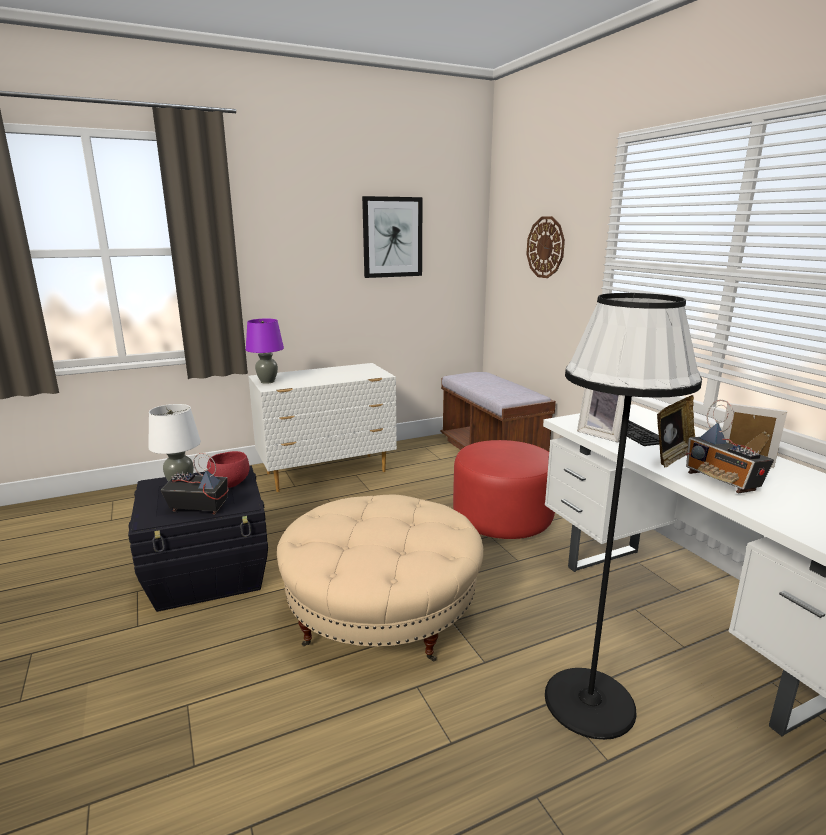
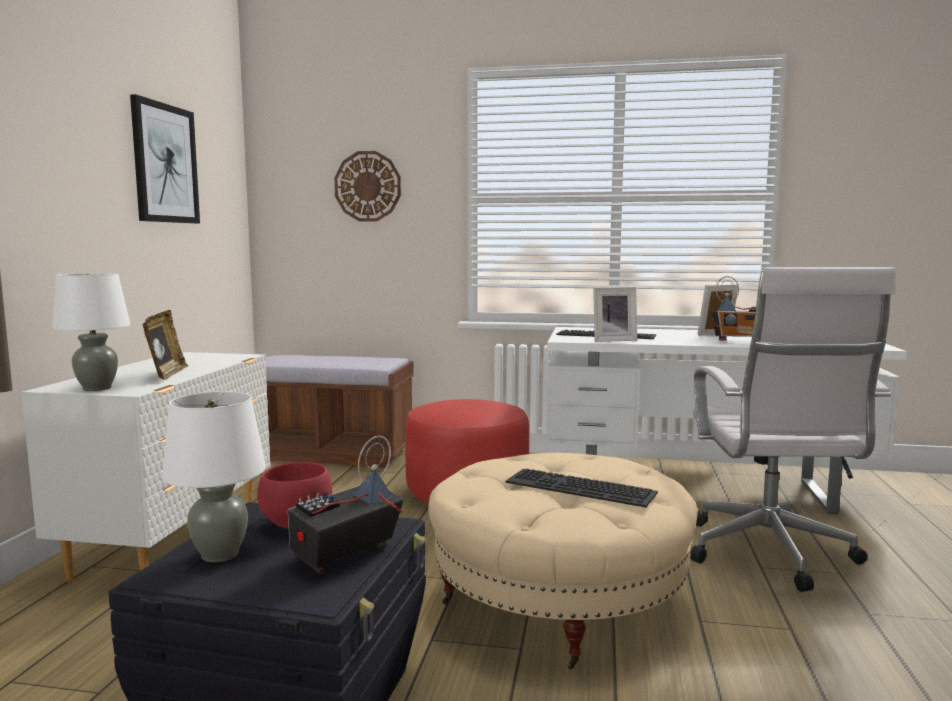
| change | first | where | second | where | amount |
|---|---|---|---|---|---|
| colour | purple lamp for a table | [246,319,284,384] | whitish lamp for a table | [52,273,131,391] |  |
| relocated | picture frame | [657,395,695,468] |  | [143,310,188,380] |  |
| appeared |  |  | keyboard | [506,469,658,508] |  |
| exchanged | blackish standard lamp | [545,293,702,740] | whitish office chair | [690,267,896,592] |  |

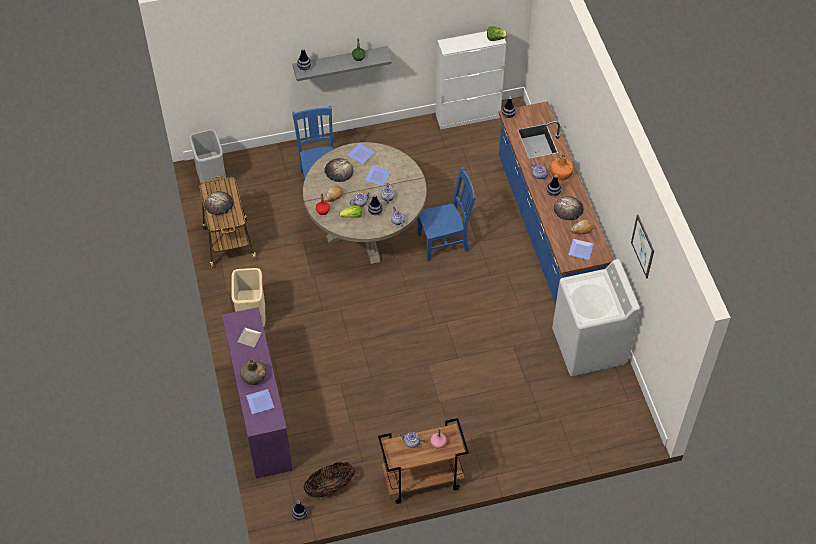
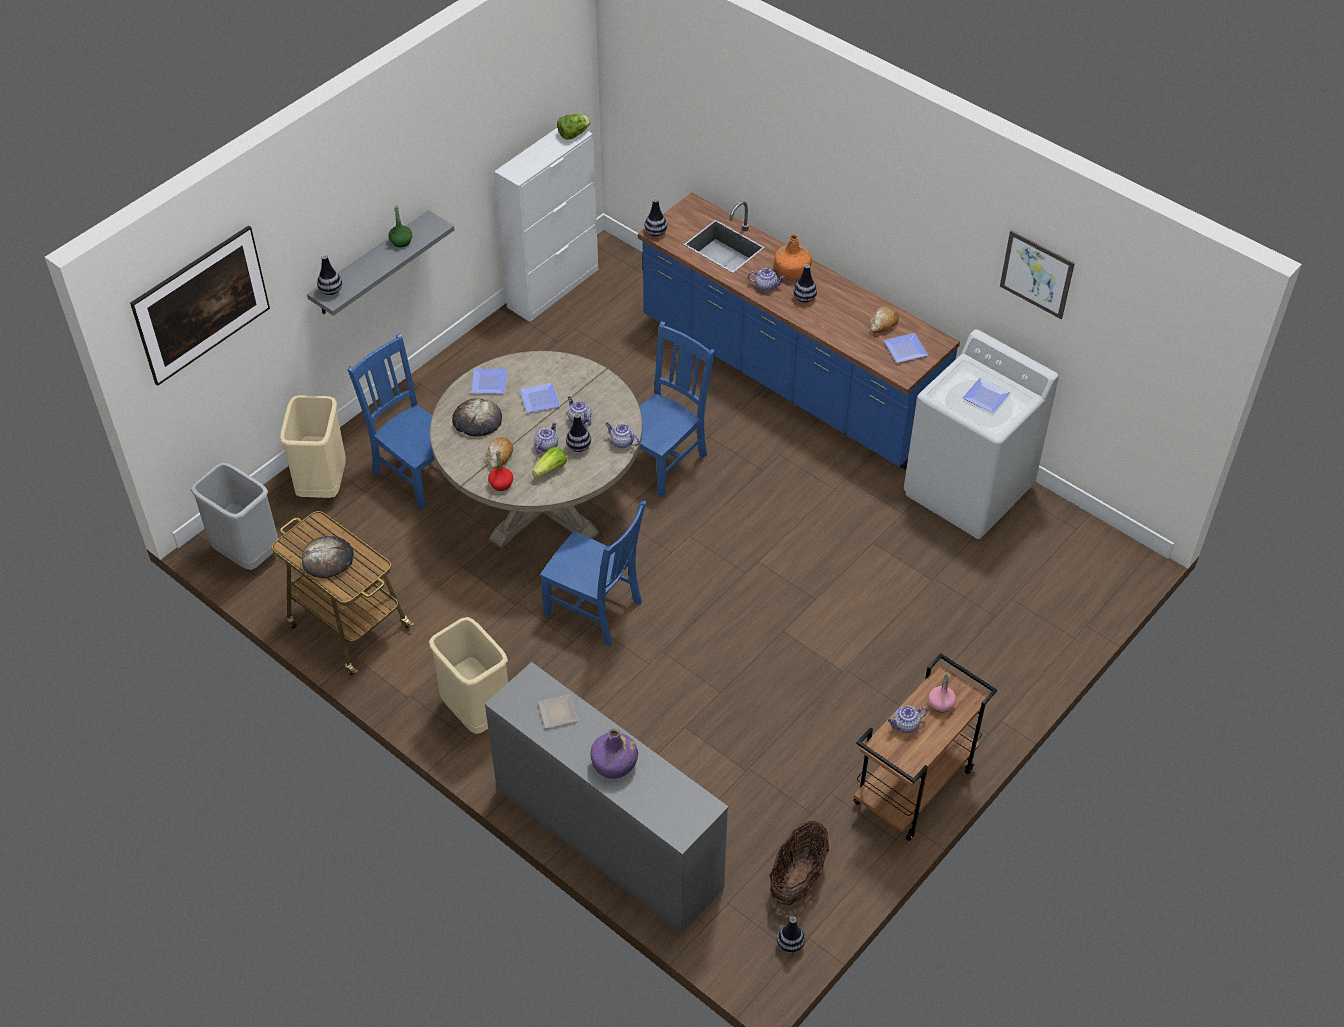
| change | first | where | second | where | amount |
|---|---|---|---|---|---|
| appeared |  |  | wall art | [130,225,270,386] |  |
| appeared |  |  | beige rubbish bin | [280,395,346,498] |  |
| colour | purple dresser | [222,307,293,479] | greyish dresser | [485,662,729,934] |  |
| appeared |  |  | blue upright chair | [540,501,646,646] |  |
| colour | green-coloured beverage bottle | [240,359,266,385] | purple beverage bottle | [590,729,638,779] |  |
| relocated | plate | [246,389,274,414] |  | [963,378,1010,413] |  |
| missing | bread | [554,196,584,220] |  |  |  |

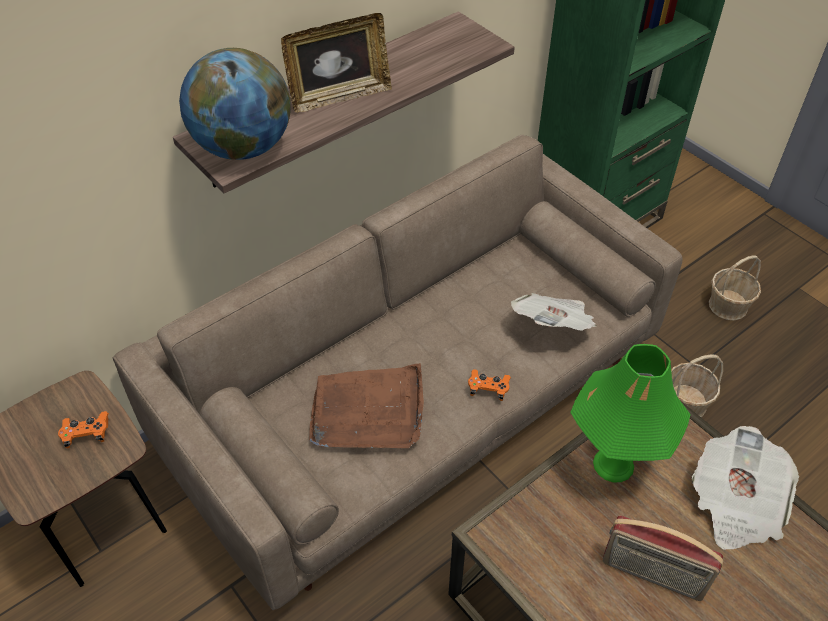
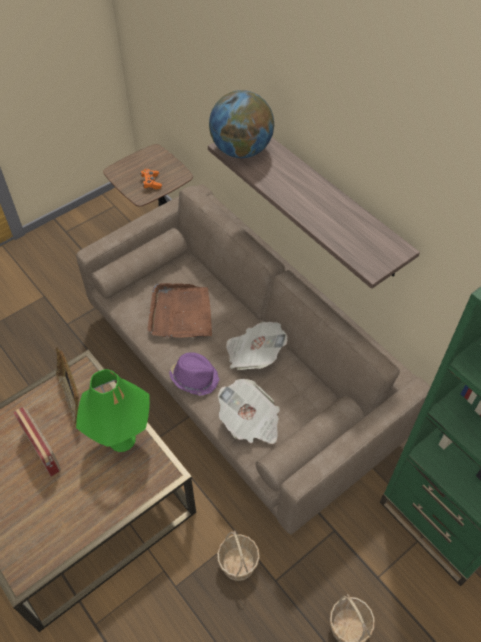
| change | first | where | second | where | amount |
|---|---|---|---|---|---|
| spun | radio set | [603,516,723,601] |  | [13,407,61,476] | 120 degrees clockwise |
| relocated | picture frame | [281,13,392,113] |  | [56,348,79,427] |  |
| exchanged | orangey gamepad | [468,369,511,401] | purple hat | [169,352,220,396] |  |
| relocated | daily paper | [692,426,799,550] |  | [226,322,287,370] |  |

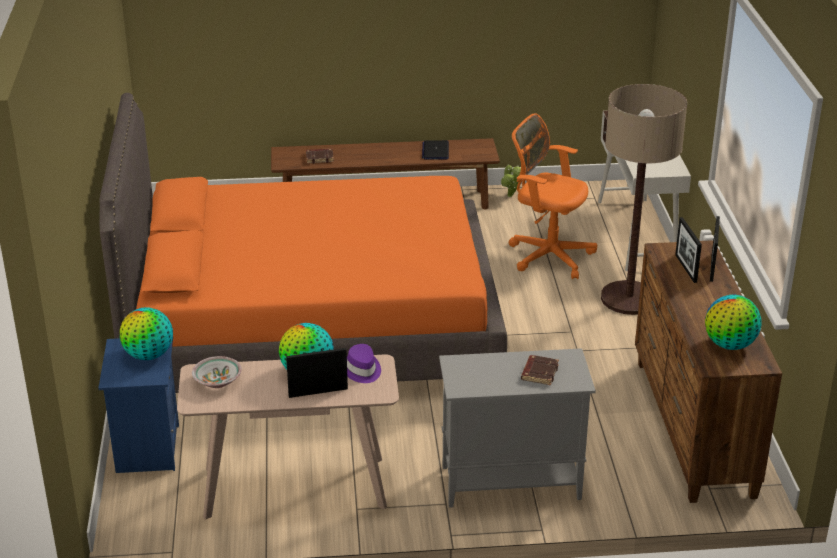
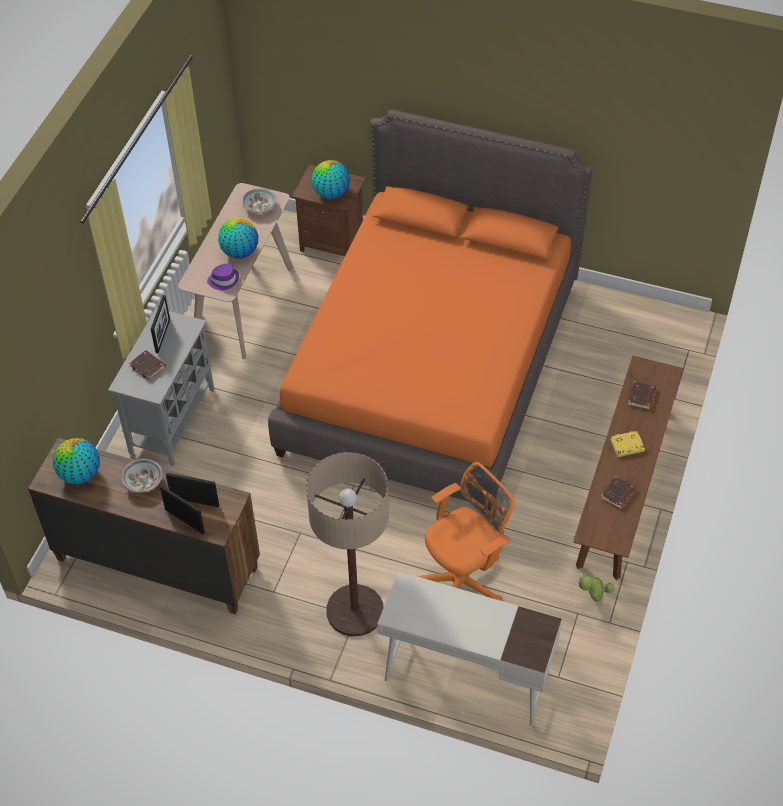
| change | first | where | second | where | amount |
|---|---|---|---|---|---|
| appeared |  |  | bowl | [121,459,163,493] |  |
| relocated | picture frame | [286,348,348,398] |  | [151,295,170,353] |  |
| colour | blue night table | [98,338,179,473] | brownish night table | [292,165,366,256] |  |
| exchanged | notebook computer | [422,140,449,159] | brownish bound book | [601,476,636,509] |  |
| appeared |  |  | yellow-coloured bound book | [610,431,645,457] |  |

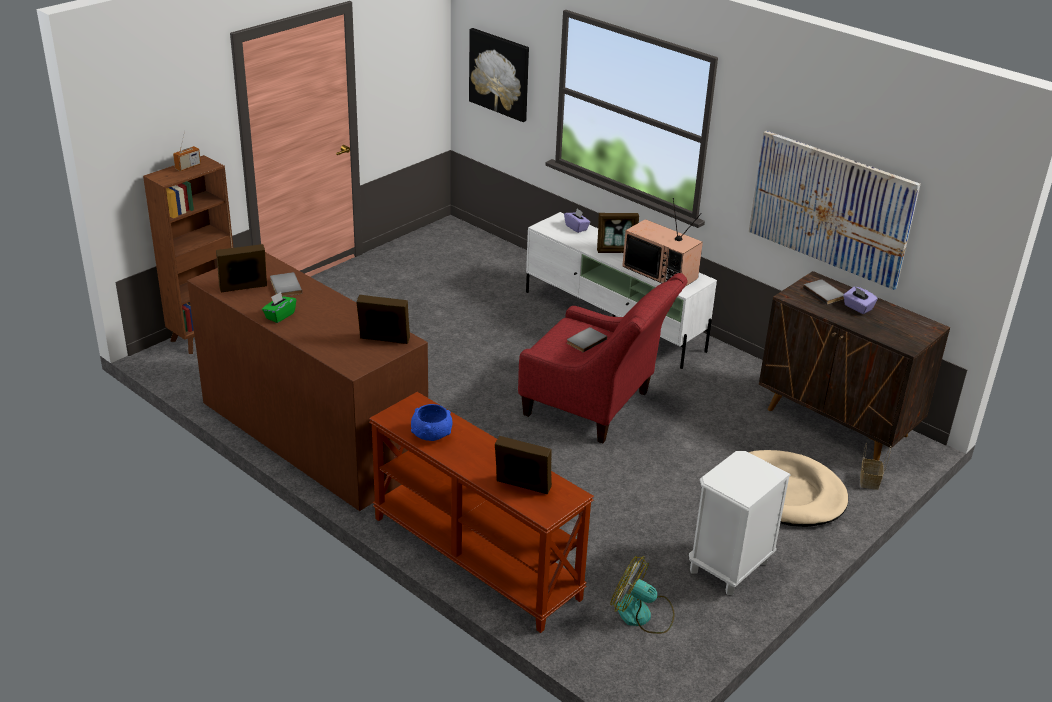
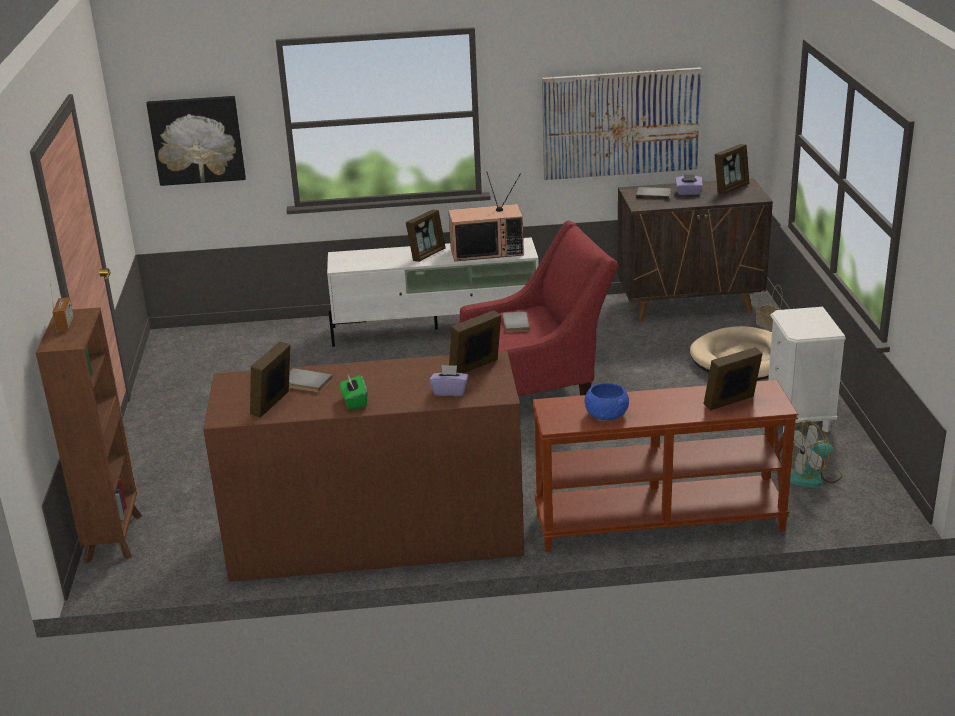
| change | first | where | second | where | amount |
|---|---|---|---|---|---|
| relocated | purple tissue holder | [564,208,590,233] |  | [429,365,469,396] |  |
| appeared |  |  | picture frame | [715,144,749,194] |  |

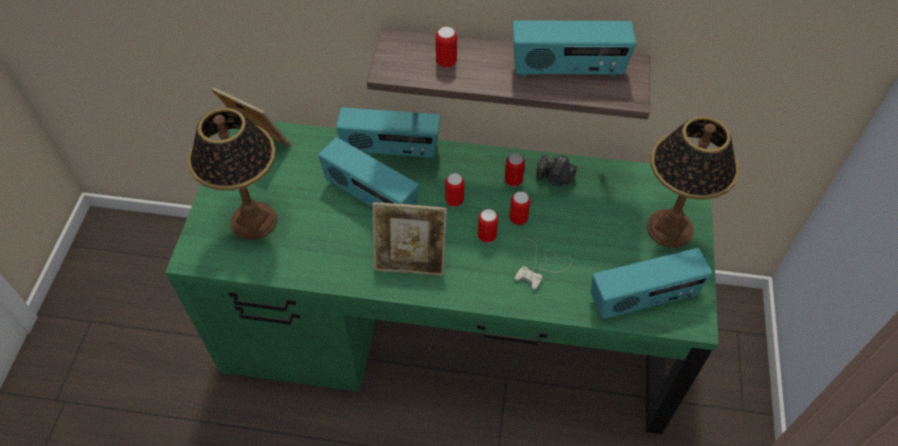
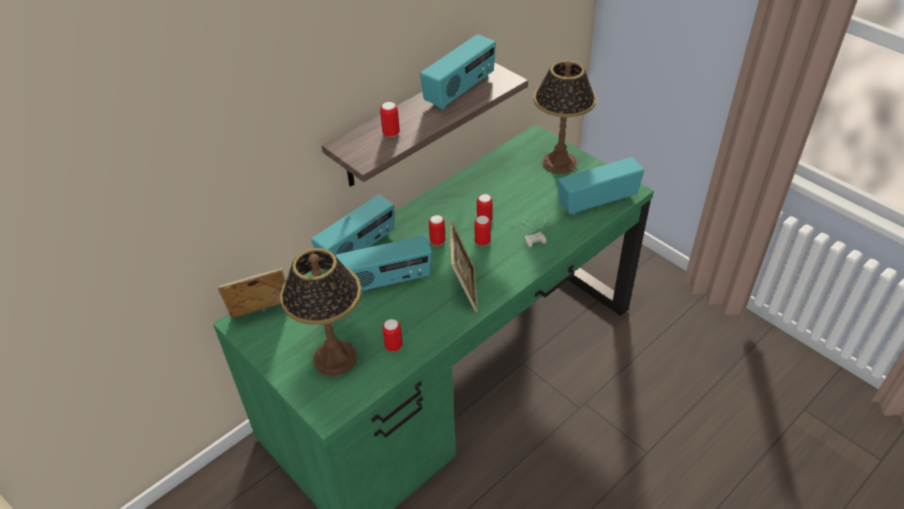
| change | first | where | second | where | amount |
|---|---|---|---|---|---|
| relocated | metal can | [505,153,525,187] |  | [382,319,403,352] |  |
| spun | picture frame | [373,202,447,276] |  | [449,221,478,312] | 45 degrees counterclockwise |
| spun | radio set | [591,248,712,319] |  | [558,157,644,215] | 135 degrees counterclockwise |
| missing | still camera | [536,155,577,186] |  |  |  |

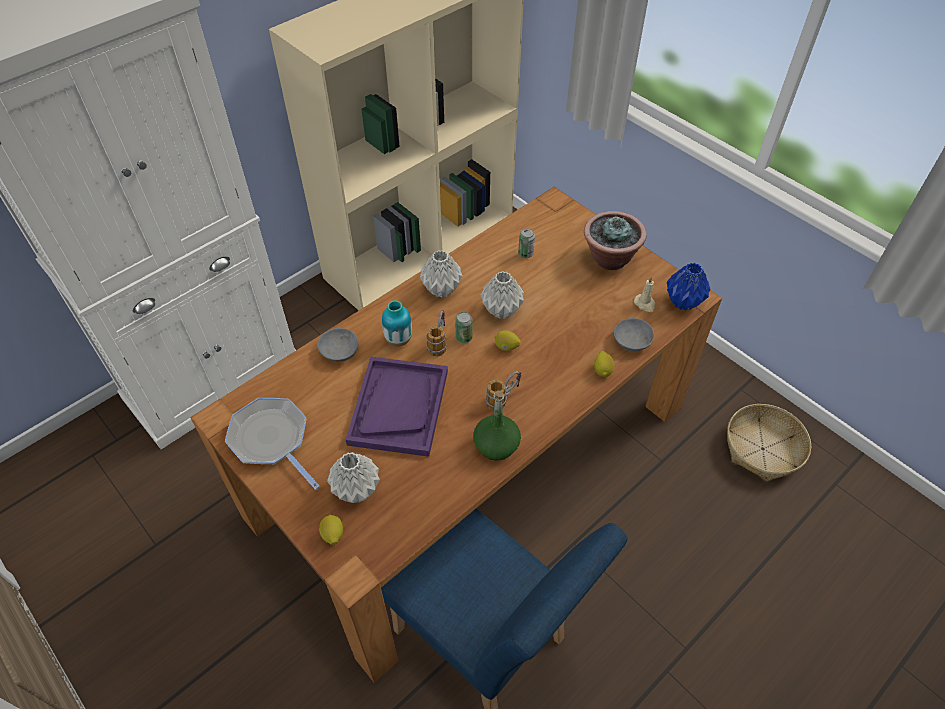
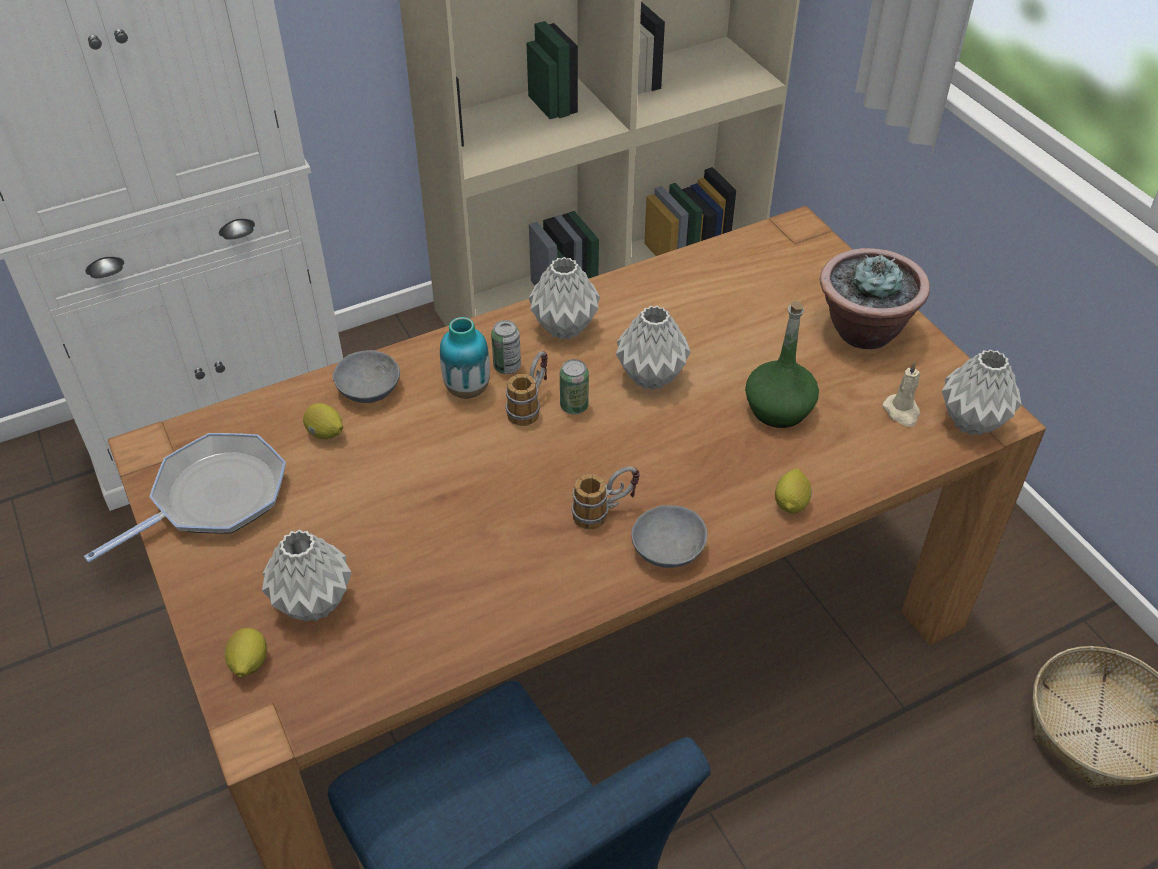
| change | first | where | second | where | amount |
|---|---|---|---|---|---|
| spun | skillet | [225,398,320,490] |  | [84,433,286,563] | 75 degrees clockwise |
| relocated | citrus fruit | [494,330,521,351] |  | [303,403,343,439] |  |
| relocated | metal can | [518,228,535,258] |  | [491,320,521,374] |  |
| relocated | greyish bowl | [614,318,654,351] |  | [631,505,707,568] |  |
| relocated | green-coloured beverage bottle | [473,390,521,461] |  | [745,301,819,428] |  |
| colour | blue decorative vase | [667,263,711,311] | greyish decorative vase | [942,349,1022,436] |  |
| missing | purple tray | [346,357,448,457] |  |  |  |

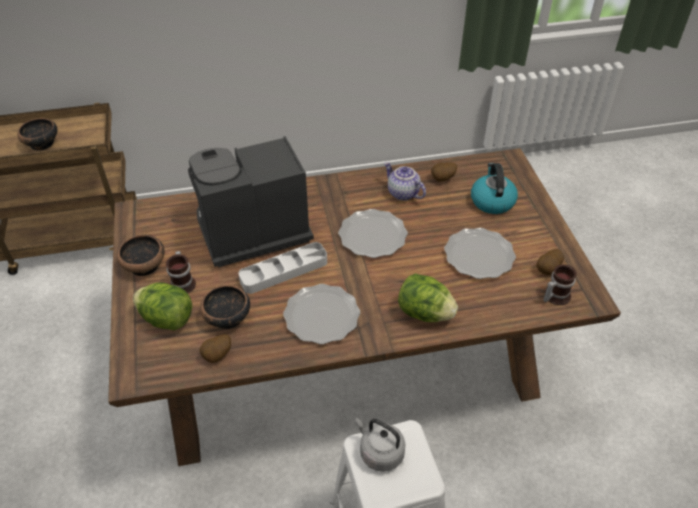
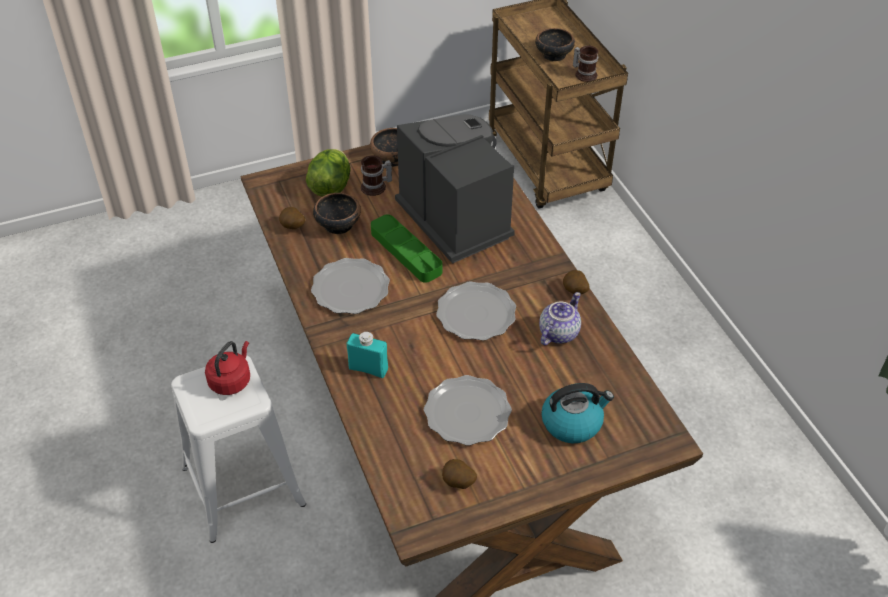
| change | first | where | second | where | amount |
|---|---|---|---|---|---|
| colour | greyish water kettle | [355,418,406,472] | red-coloured water kettle | [205,341,250,395] |  |
| exchanged | lettuce head | [398,273,458,322] | blue-green beverage bottle | [347,332,388,378] |  |
| colour | greyish tray | [238,242,327,294] | green-coloured tray | [371,214,442,283] |  |
| relocated | whole potato | [431,163,457,182] |  | [563,270,590,294] |  |
| relocated | tea mug | [543,264,577,305] |  | [573,46,598,82] |  |

